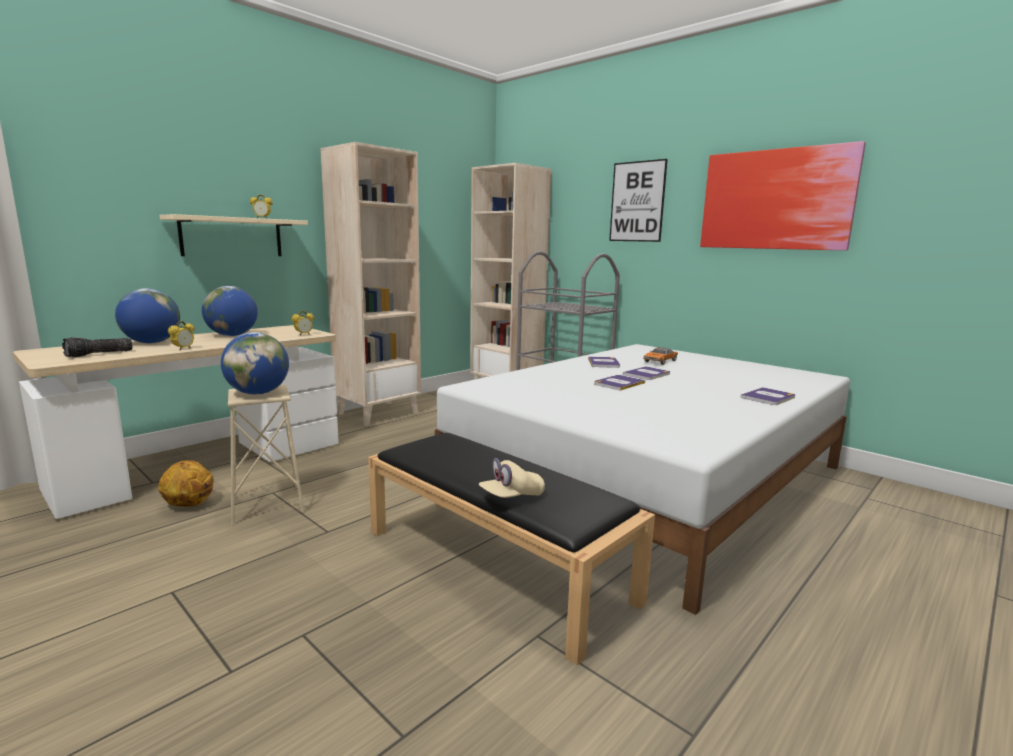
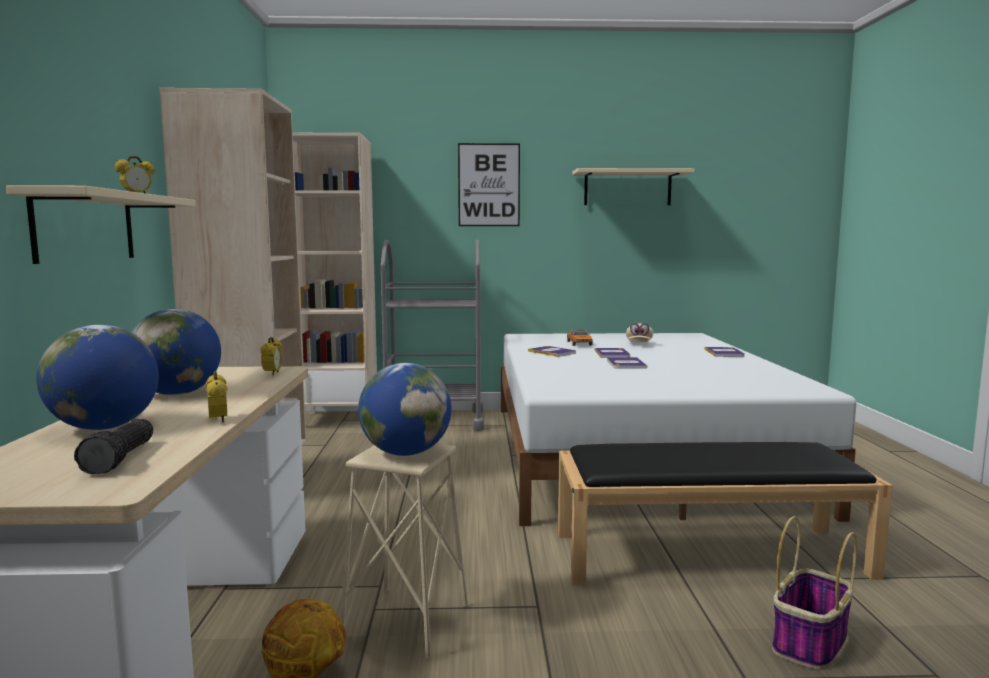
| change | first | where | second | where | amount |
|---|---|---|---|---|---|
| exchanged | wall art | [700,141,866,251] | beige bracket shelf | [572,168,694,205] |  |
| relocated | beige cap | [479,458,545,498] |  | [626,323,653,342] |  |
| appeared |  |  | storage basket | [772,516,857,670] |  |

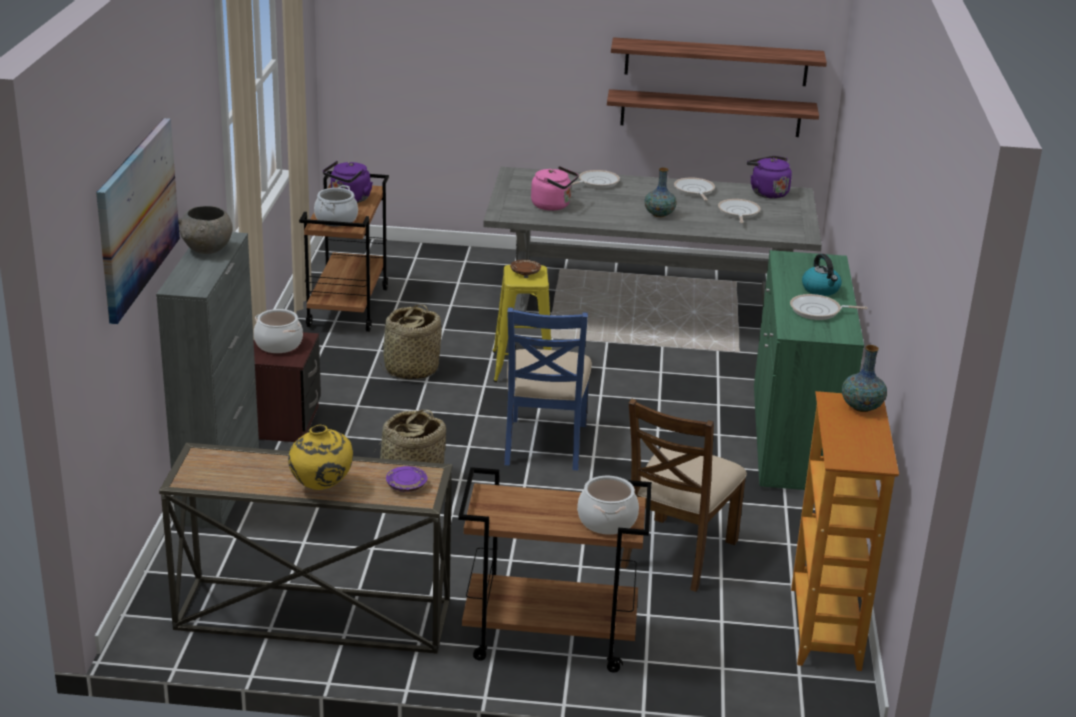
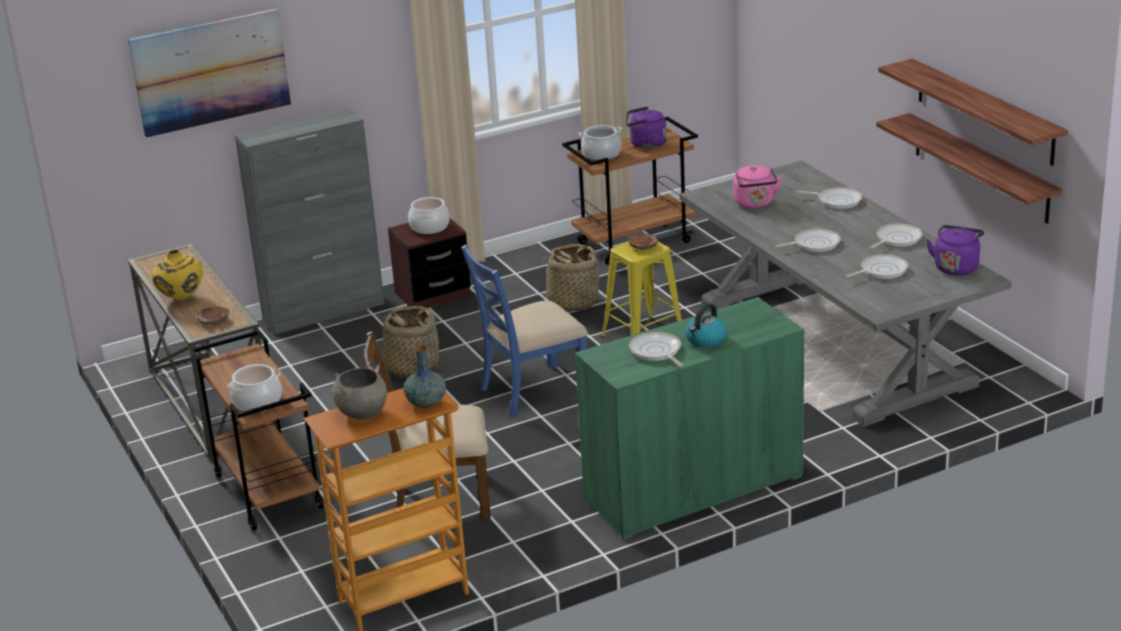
| change | first | where | second | where | amount |
|---|---|---|---|---|---|
| colour | purple plate | [386,466,428,492] | brownish plate | [196,306,229,325] |  |
| relocated | greyish bowl | [178,206,233,254] |  | [331,368,387,420] |  |
| exchanged | decorative vase | [645,168,676,217] | skillet | [775,229,841,252] |  |

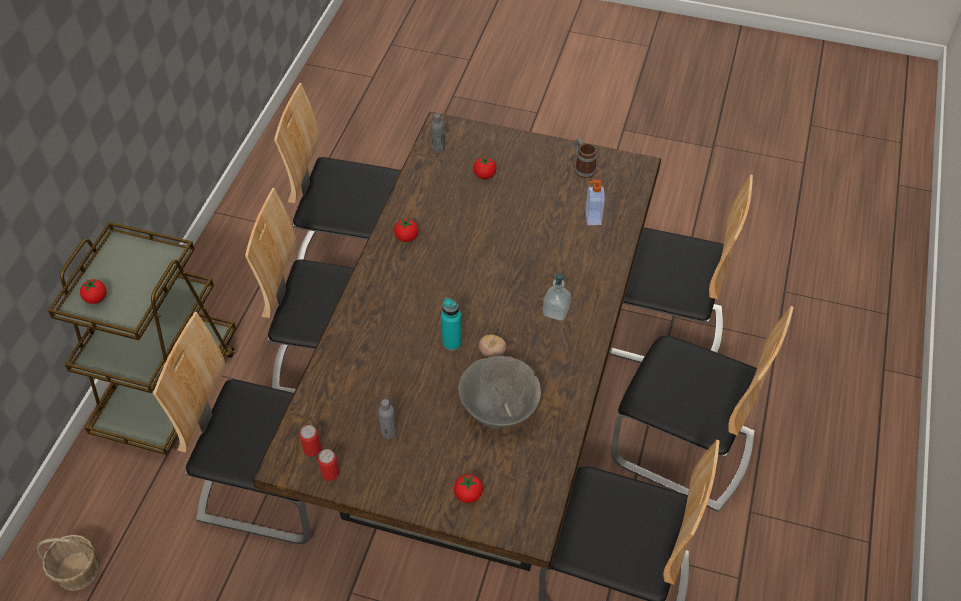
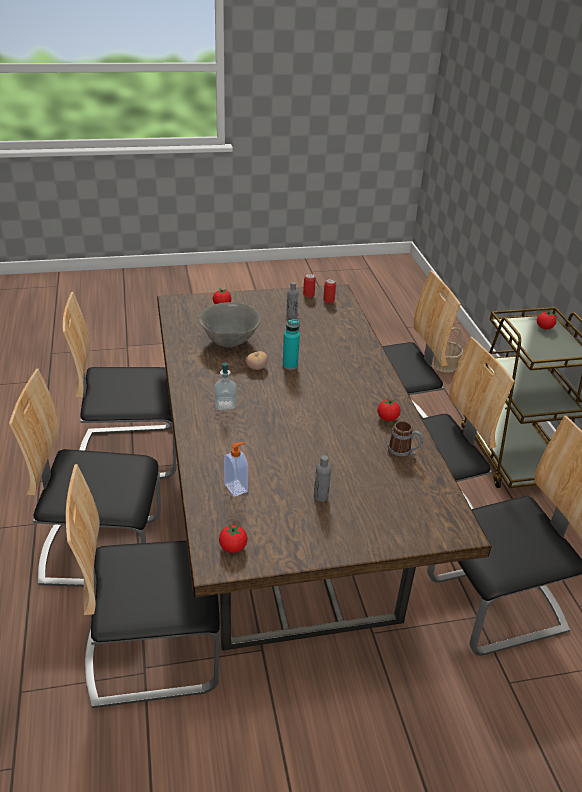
| change | first | where | second | where | amount |
|---|---|---|---|---|---|
| relocated | fresh tomato | [473,156,496,179] |  | [219,524,248,553] |  |
| relocated | greyish beverage bottle | [431,113,445,154] |  | [314,455,331,502] |  |
| relocated | tea mug | [574,138,597,178] |  | [388,421,423,458] |  |

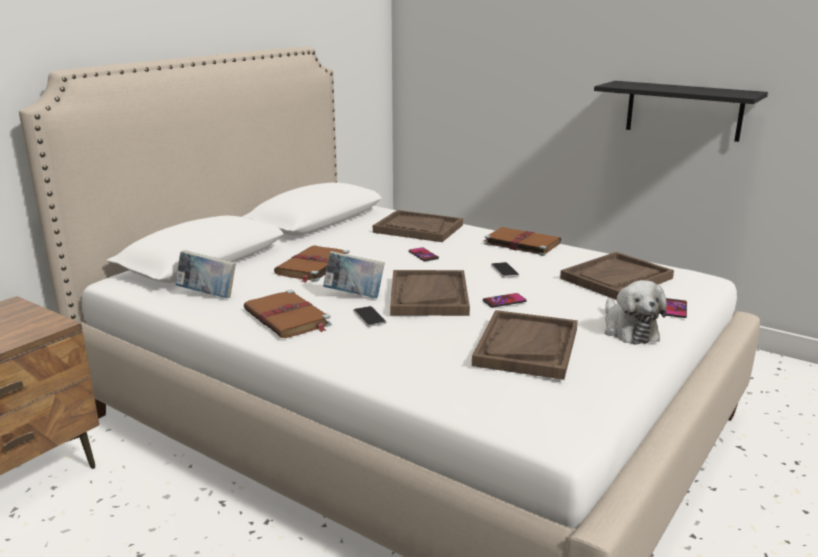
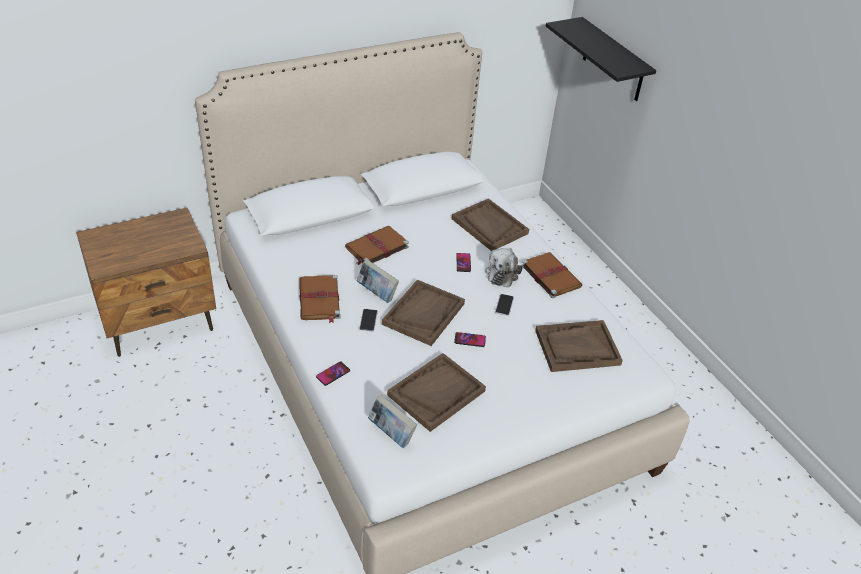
| change | first | where | second | where | amount |
|---|---|---|---|---|---|
| relocated | telephone | [666,298,687,318] |  | [316,361,350,386] |  |
| relocated | bound book | [175,250,236,298] |  | [368,395,417,448] |  |
| relocated | cuddly toy | [605,280,667,345] |  | [485,248,522,288] |  |
| relocated | blackish bracket shelf | [594,81,768,142] |  | [546,17,656,101] |  |

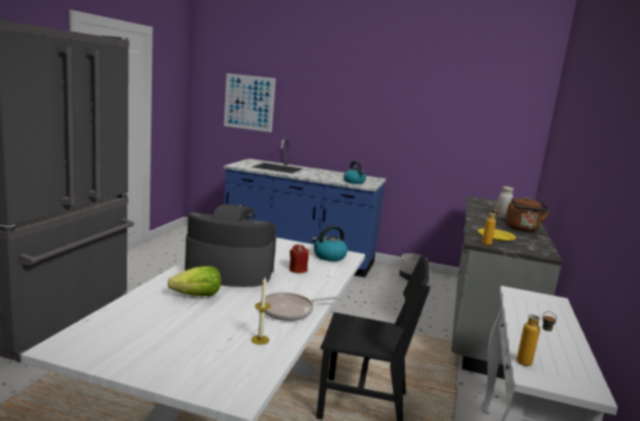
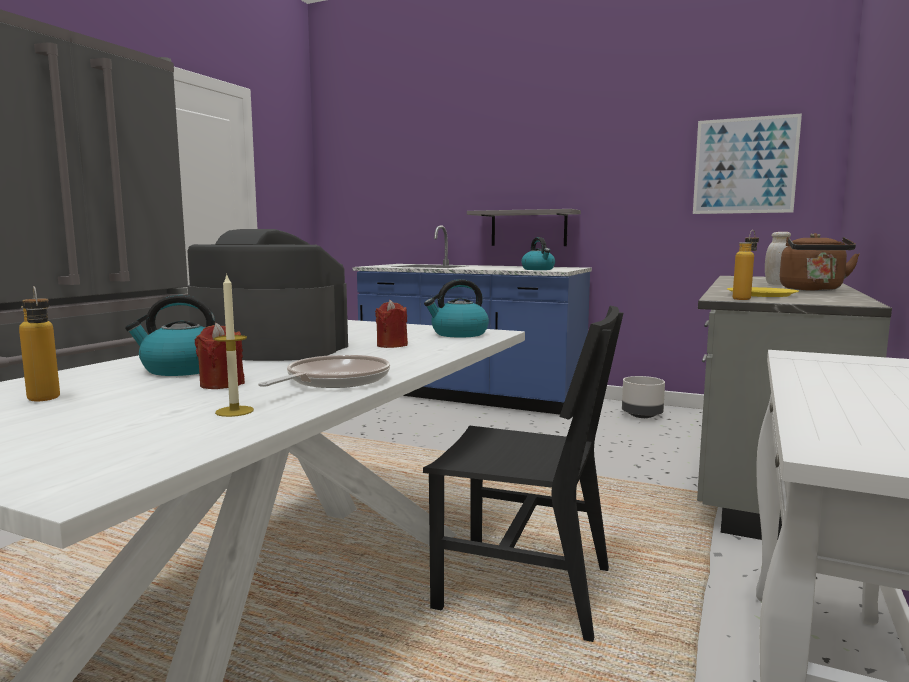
| change | first | where | second | where | amount |
|---|---|---|---|---|---|
| relocated | beverage bottle | [517,311,557,366] |  | [19,286,60,401] |  |
| exchanged | lettuce head | [168,266,221,296] | water kettle | [125,295,215,376] |  |
| appeared |  |  | red-coloured candle | [195,323,245,389] |  |
| spun | skillet | [260,292,338,321] |  | [258,355,390,388] | 135 degrees clockwise |
| appeared |  |  | greyish bracket shelf | [467,209,581,246] |  |
| relocated | wall art | [224,73,276,132] |  | [693,113,802,214] |  |

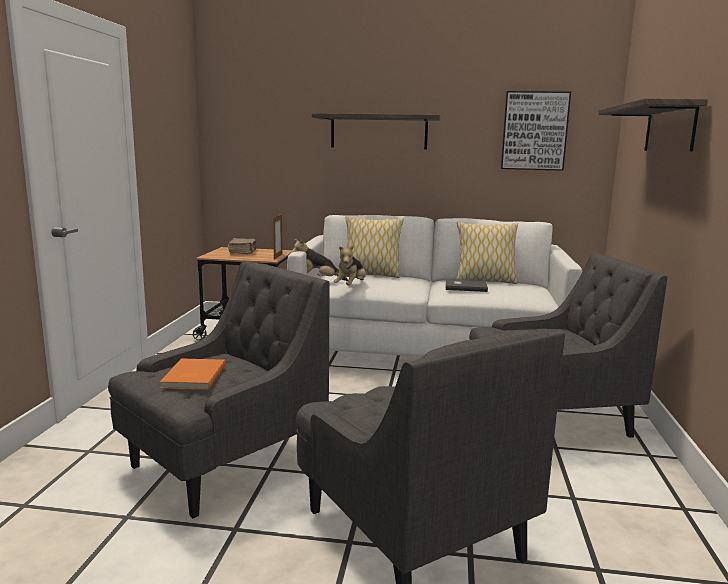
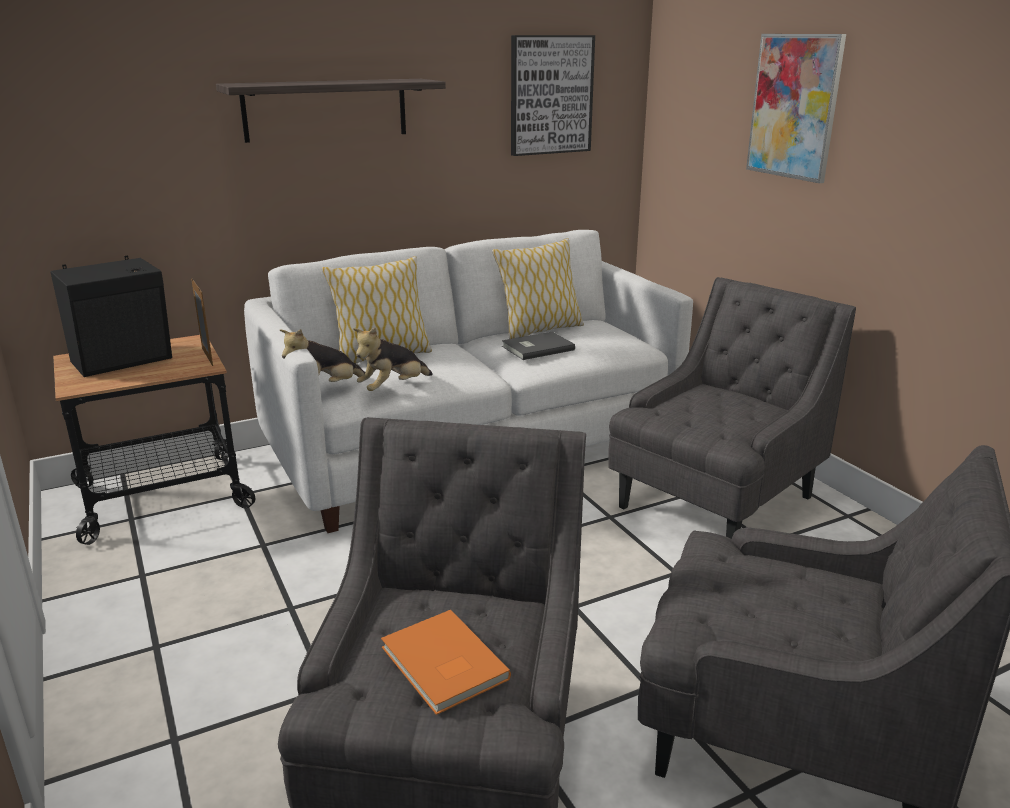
| change | first | where | second | where | amount |
|---|---|---|---|---|---|
| exchanged | brownish bound book | [228,238,256,254] | blackish loudspeaker | [50,255,172,377] |  |
| spun | cuddly toy | [334,245,366,285] |  | [353,327,433,391] | 60 degrees clockwise |
| exchanged | bracket shelf | [598,98,708,151] | wall art | [746,34,846,183] |  |

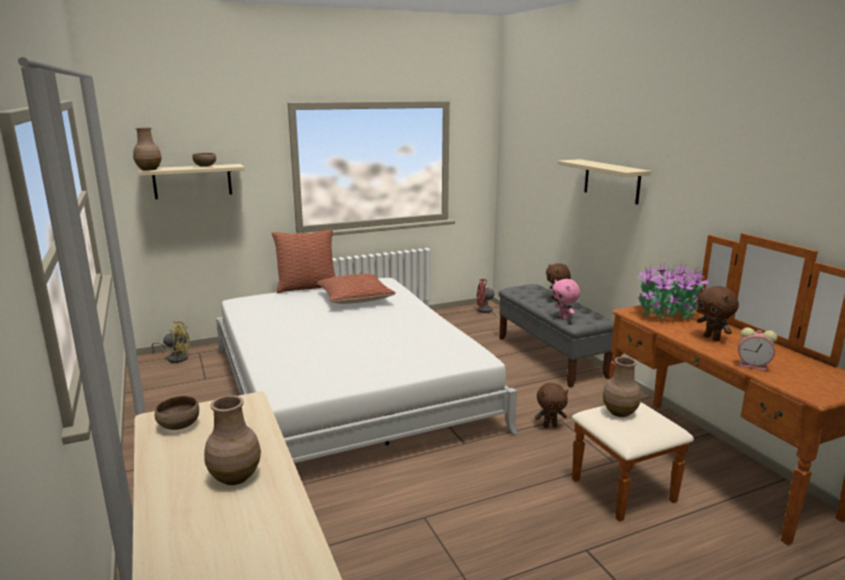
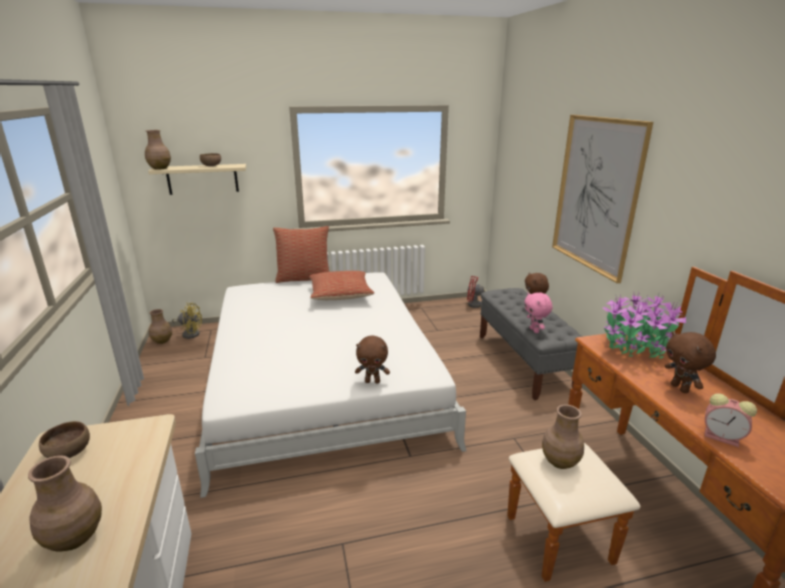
| change | first | where | second | where | amount |
|---|---|---|---|---|---|
| appeared |  |  | brownish decorative vase | [149,309,172,344] |  |
| relocated | brownish cuddly toy | [535,383,568,428] |  | [355,335,390,383] |  |
| exchanged | beige bracket shelf | [557,159,651,204] | wall art | [552,115,653,283] |  |

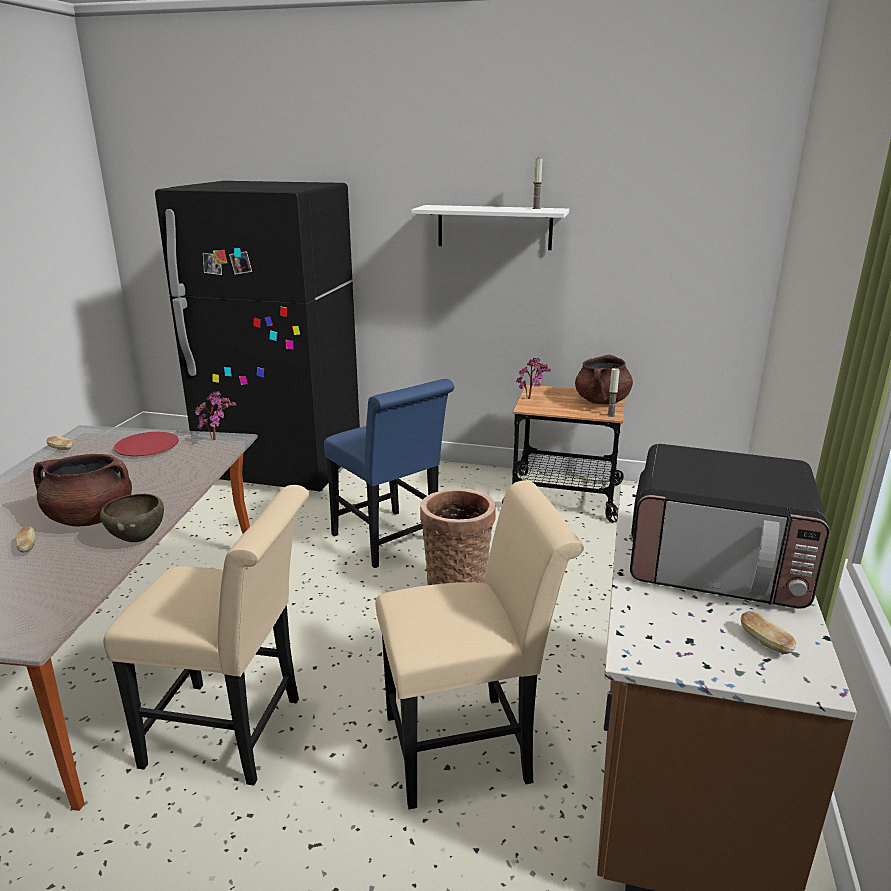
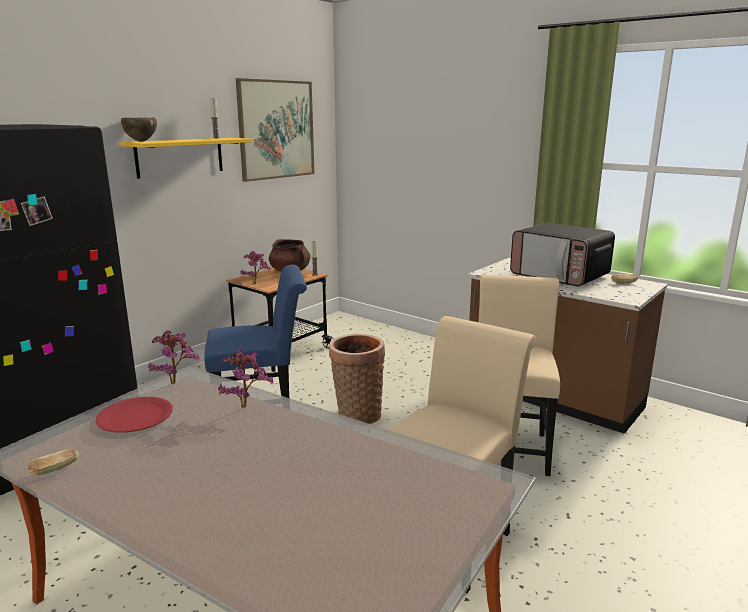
| change | first | where | second | where | amount |
|---|---|---|---|---|---|
| colour | whitish bracket shelf | [412,205,569,250] | yellow-coloured bracket shelf | [120,138,253,179] |  |
| relocated | brownish bowl | [100,494,164,542] |  | [121,118,157,142] |  |
| appeared |  |  | potted plant | [218,349,274,408] |  |
| appeared |  |  | wall art | [236,78,314,182] |  |
| spun | microwave | [630,444,830,609] |  | [510,223,615,287] | 90 degrees clockwise |
| missing | bread | [16,526,36,552] |  |  |  |
| missing | brownish saucepot | [33,454,132,526] |  |  |  |

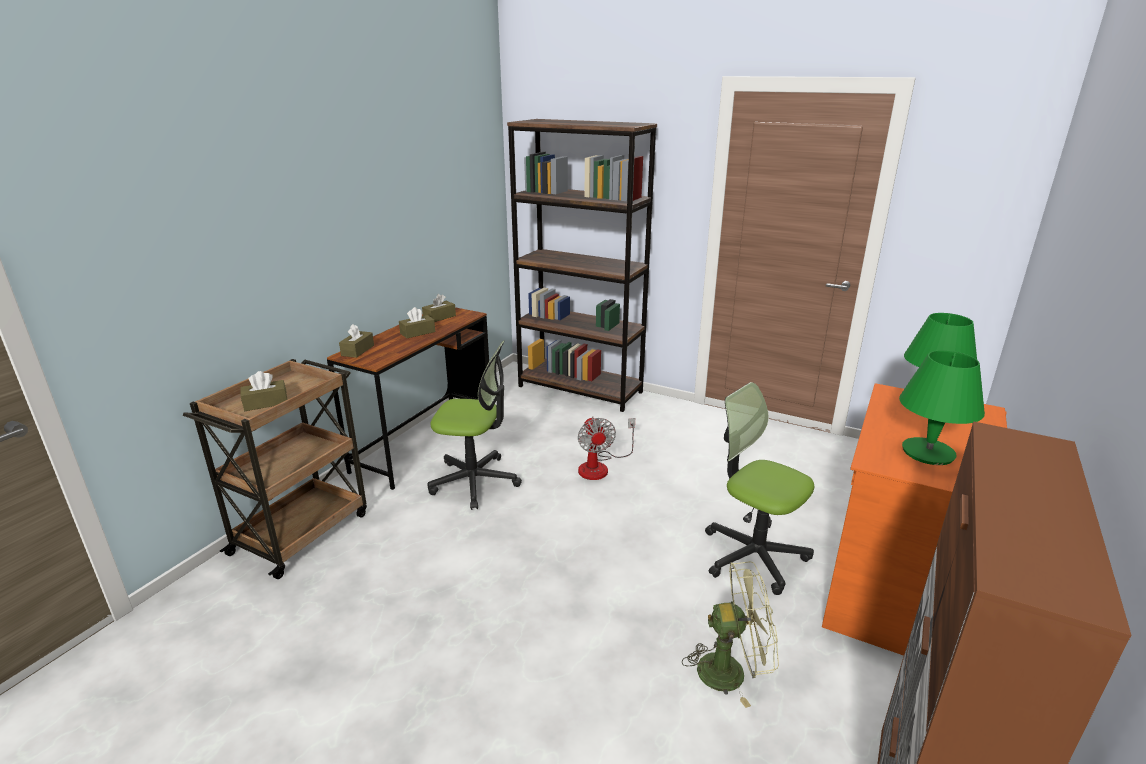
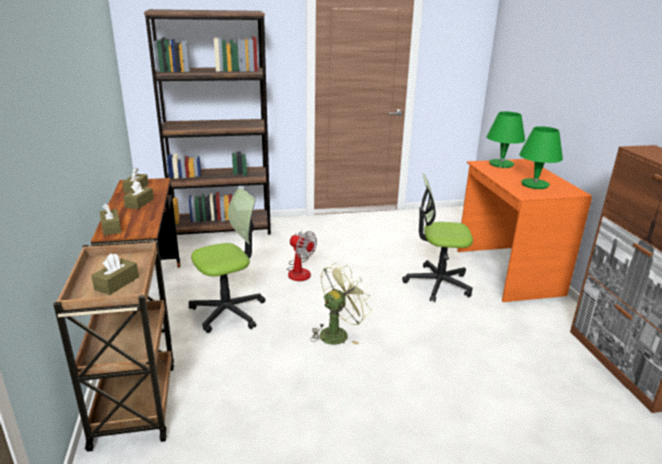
| change | first | where | second | where | amount |
|---|---|---|---|---|---|
| relocated | green-coloured electric fan | [682,561,779,708] |  | [312,263,372,345] |  |

